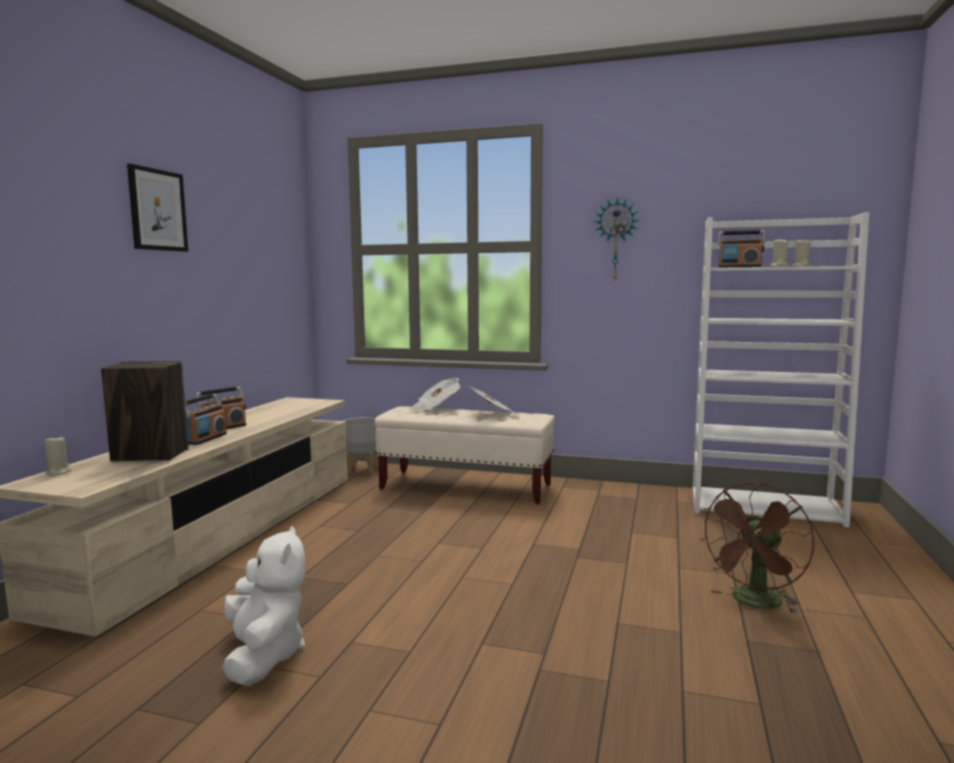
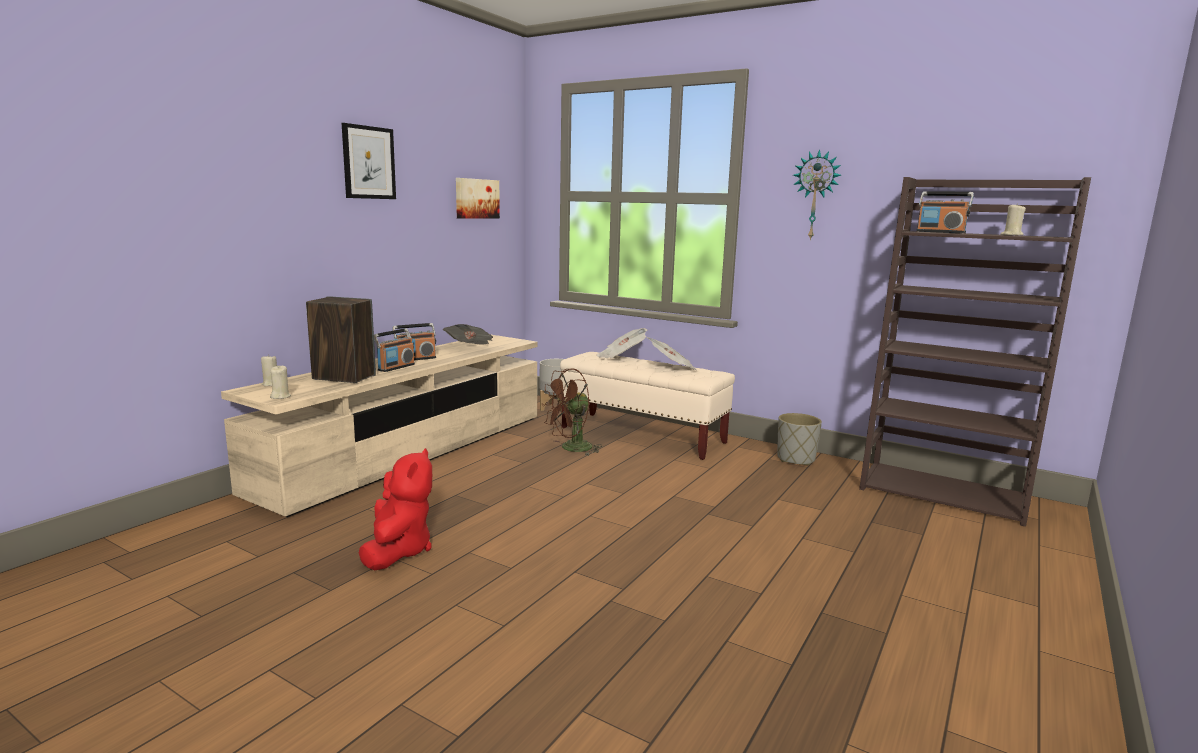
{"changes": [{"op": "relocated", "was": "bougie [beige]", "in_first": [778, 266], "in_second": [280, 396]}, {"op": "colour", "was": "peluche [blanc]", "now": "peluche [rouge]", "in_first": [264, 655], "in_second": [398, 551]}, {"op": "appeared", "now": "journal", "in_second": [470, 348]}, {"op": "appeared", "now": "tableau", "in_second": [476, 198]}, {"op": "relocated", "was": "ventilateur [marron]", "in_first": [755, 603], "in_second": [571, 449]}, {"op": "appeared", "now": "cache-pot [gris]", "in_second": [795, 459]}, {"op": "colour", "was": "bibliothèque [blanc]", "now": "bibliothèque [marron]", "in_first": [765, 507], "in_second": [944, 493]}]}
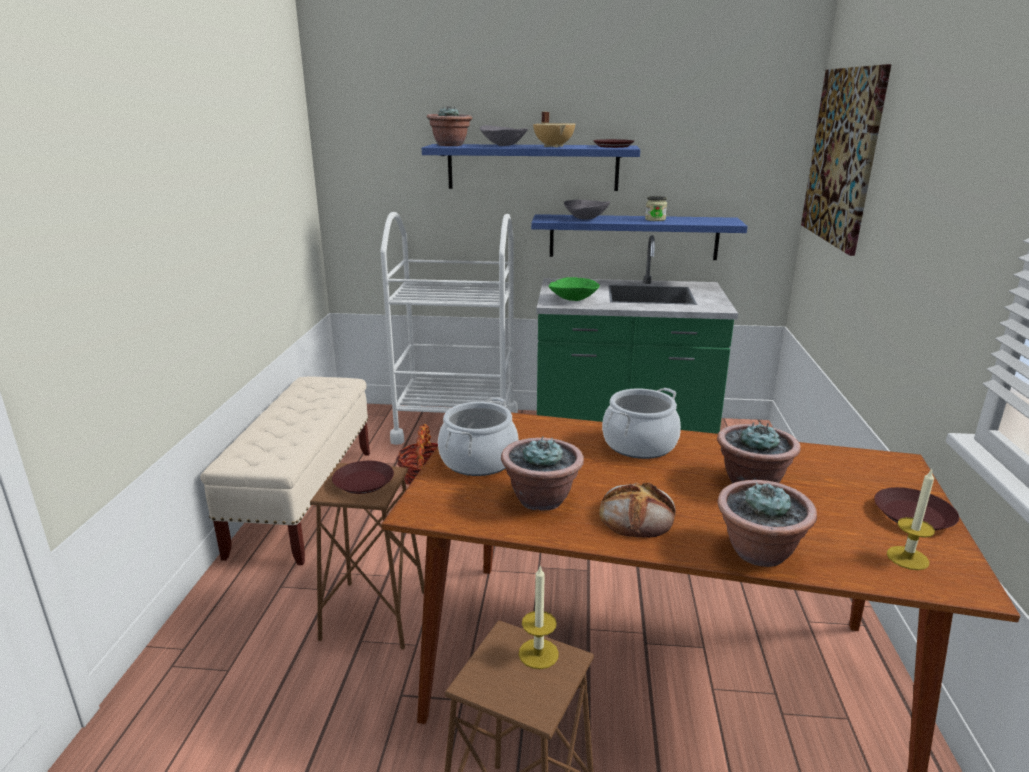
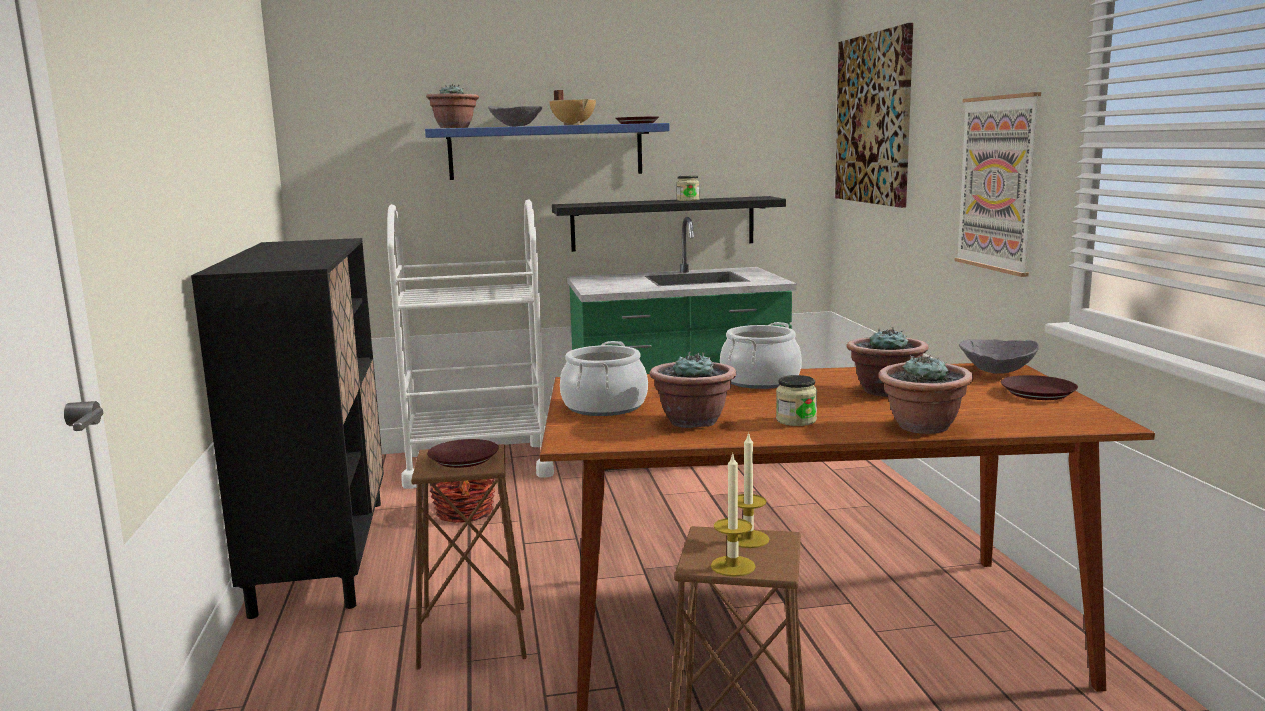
{"changes": [{"op": "exchanged", "was": "banc [beige]", "now": "meuble de rangement [noir]", "in_first": [305, 500], "in_second": [322, 553]}, {"op": "colour", "was": "étagère [bleu]", "now": "étagère [noir]", "in_first": [633, 237], "in_second": [663, 223]}, {"op": "relocated", "was": "bougie", "in_first": [907, 558], "in_second": [733, 566]}, {"op": "exchanged", "was": "pain", "now": "bocal", "in_first": [637, 516], "in_second": [796, 420]}, {"op": "appeared", "now": "tableau", "in_second": [997, 183]}, {"op": "relocated", "was": "bol [gris]", "in_first": [586, 219], "in_second": [998, 372]}, {"op": "missing", "was": "bol [vert]", "in_first": [573, 300]}]}
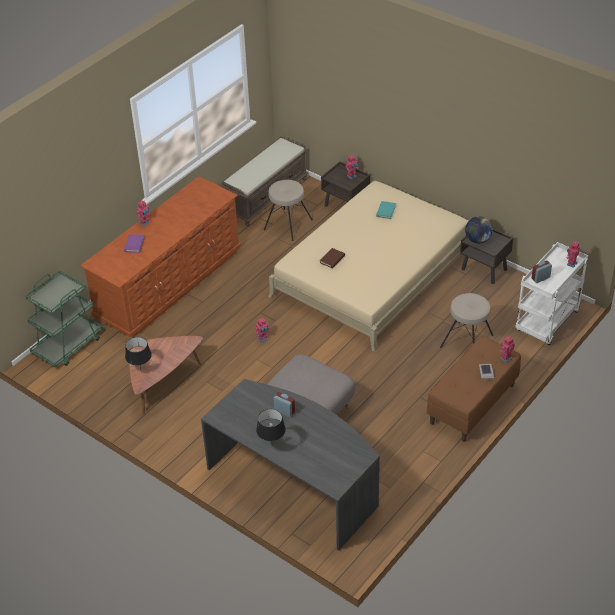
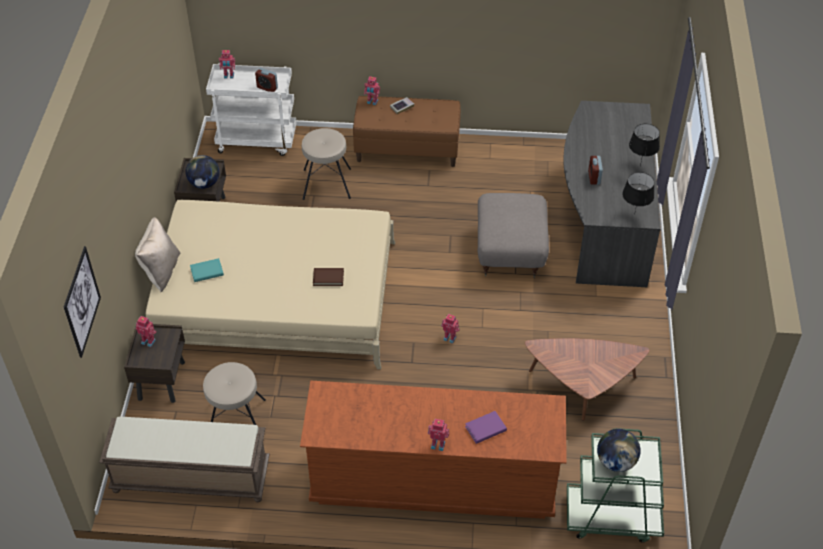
{"changes": [{"op": "appeared", "now": "tableau", "in_second": [82, 302]}, {"op": "appeared", "now": "coussin [beige]", "in_second": [161, 271]}, {"op": "appeared", "now": "globe", "in_second": [616, 461]}, {"op": "relocated", "was": "lampe de table [noir]", "in_first": [141, 372], "in_second": [634, 215]}]}
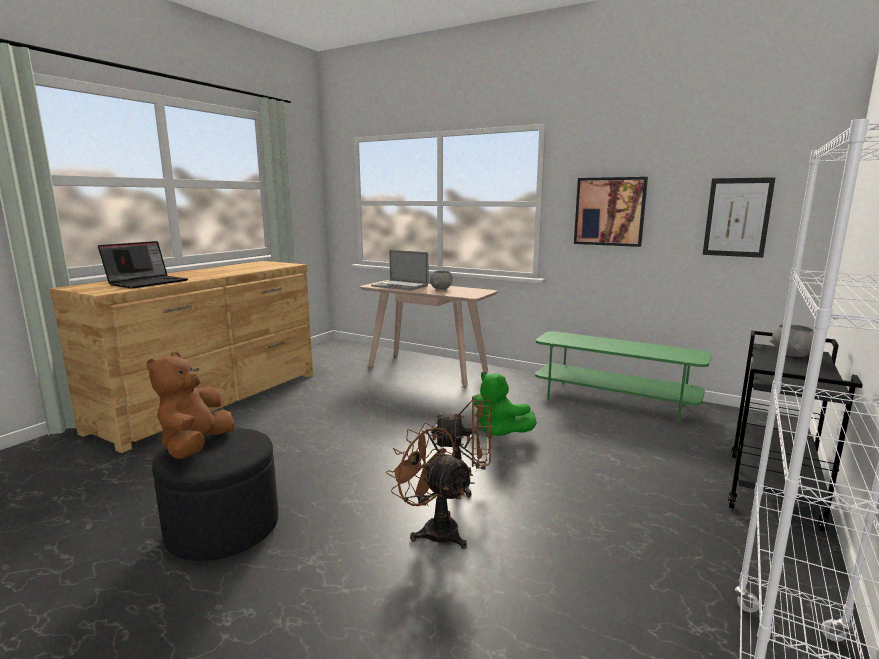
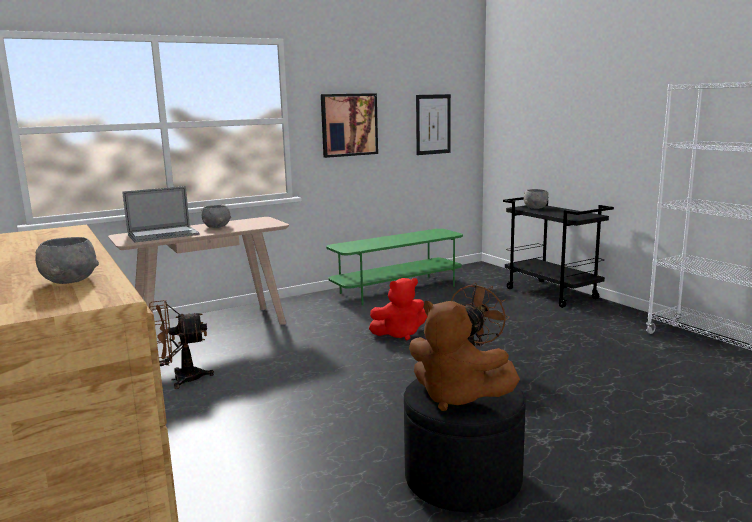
{"changes": [{"op": "exchanged", "was": "ordinateur portable", "now": "bol [gris]", "in_first": [148, 282], "in_second": [69, 280]}, {"op": "relocated", "was": "ventilateur [marron]", "in_first": [433, 529], "in_second": [180, 379]}, {"op": "colour", "was": "peluche [vert]", "now": "peluche [rouge]", "in_first": [499, 431], "in_second": [400, 334]}]}
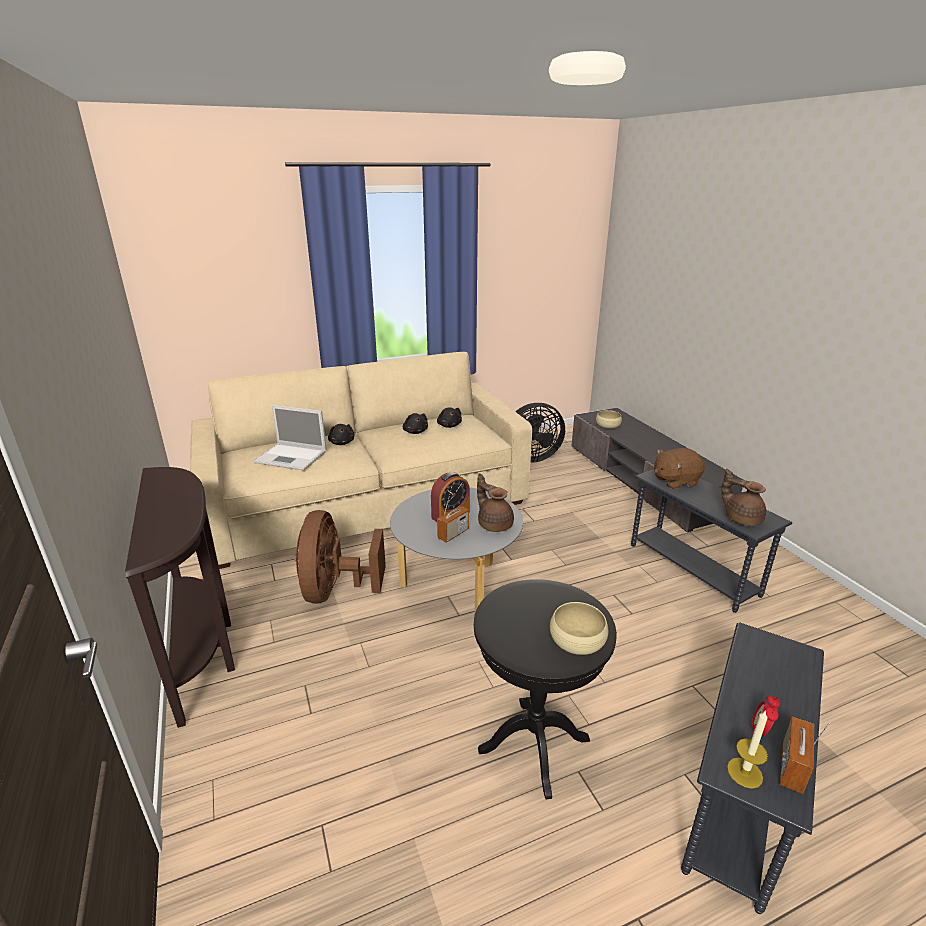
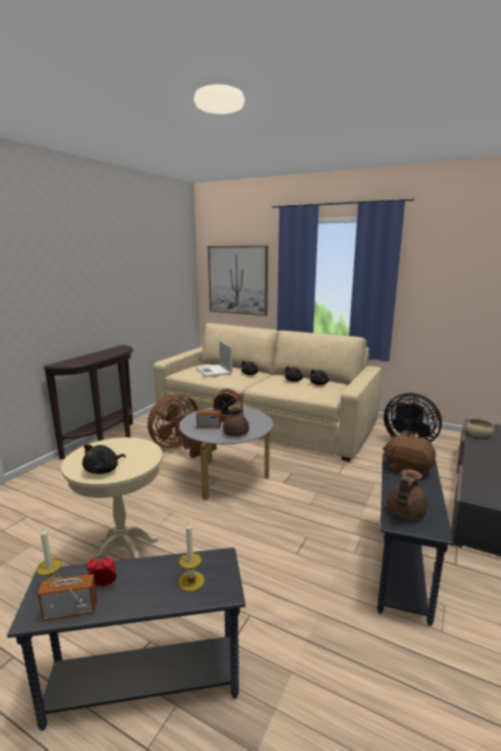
{"changes": [{"op": "colour", "was": "table d'appoint [noir]", "now": "table d'appoint [beige]", "in_first": [534, 745], "in_second": [123, 559]}, {"op": "exchanged", "was": "bol [beige]", "now": "peluche [noir]", "in_first": [577, 641], "in_second": [103, 470]}, {"op": "appeared", "now": "bougie", "in_second": [191, 581]}, {"op": "appeared", "now": "tableau", "in_second": [238, 280]}, {"op": "spun", "was": "théière [marron]", "in_first": [741, 518], "in_second": [404, 513], "clockwise": -150}]}
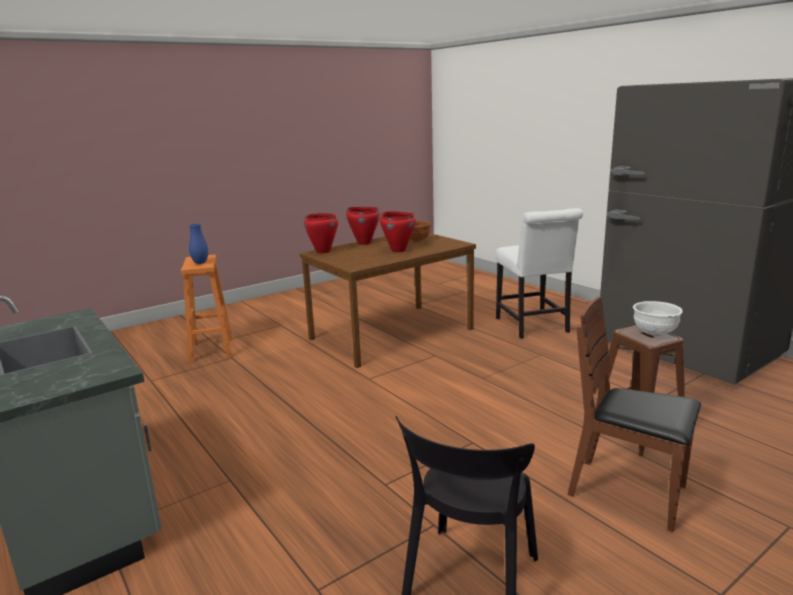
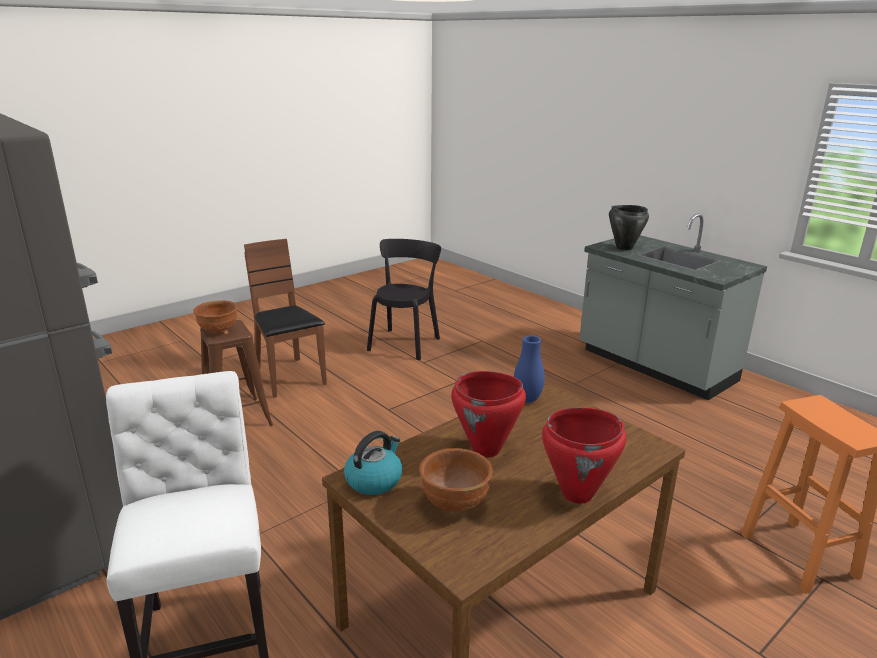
{"changes": [{"op": "colour", "was": "bol [blanc]", "now": "bol [marron]", "in_first": [654, 333], "in_second": [218, 331]}, {"op": "spun", "was": "chaise [marron]", "in_first": [628, 492], "in_second": [289, 377], "clockwise": -150}, {"op": "appeared", "now": "bouilloire", "in_second": [374, 480]}, {"op": "relocated", "was": "vase [bleu]", "in_first": [200, 263], "in_second": [527, 399]}, {"op": "appeared", "now": "marmite [noir]", "in_second": [624, 248]}, {"op": "missing", "was": "marmite [rouge]", "in_first": [323, 251]}]}
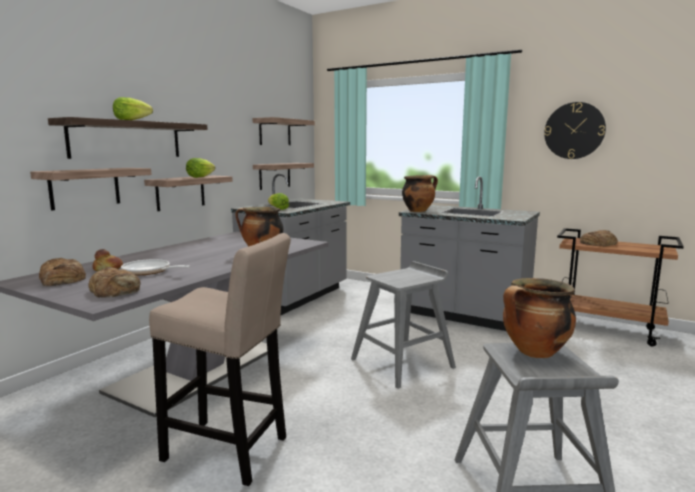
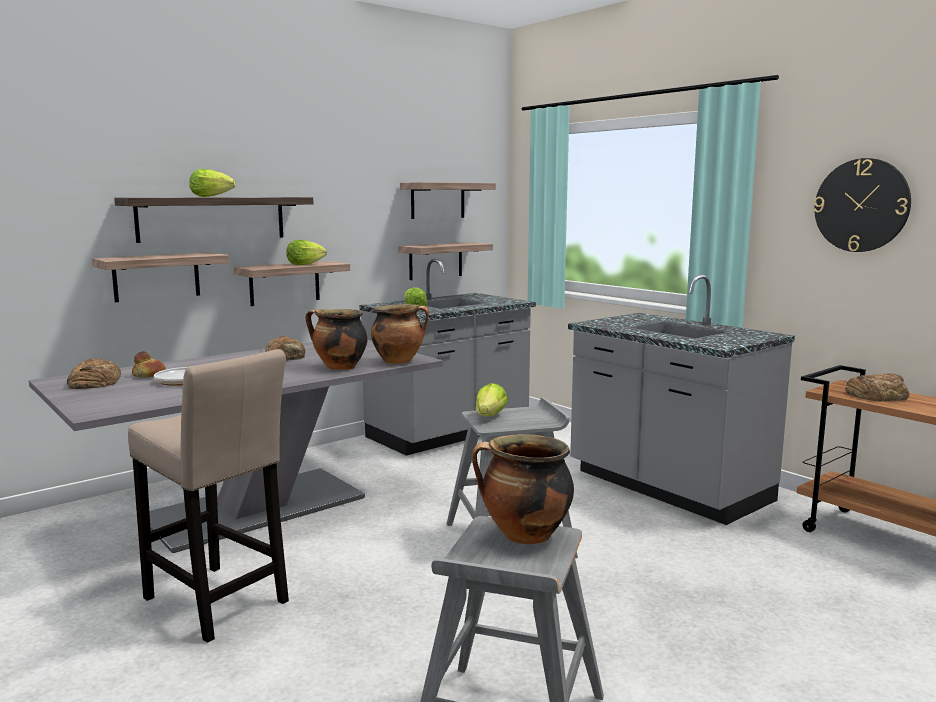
{"changes": [{"op": "relocated", "was": "pain", "in_first": [116, 290], "in_second": [286, 356]}, {"op": "relocated", "was": "marmite", "in_first": [418, 211], "in_second": [399, 361]}, {"op": "appeared", "now": "laitue", "in_second": [490, 416]}]}
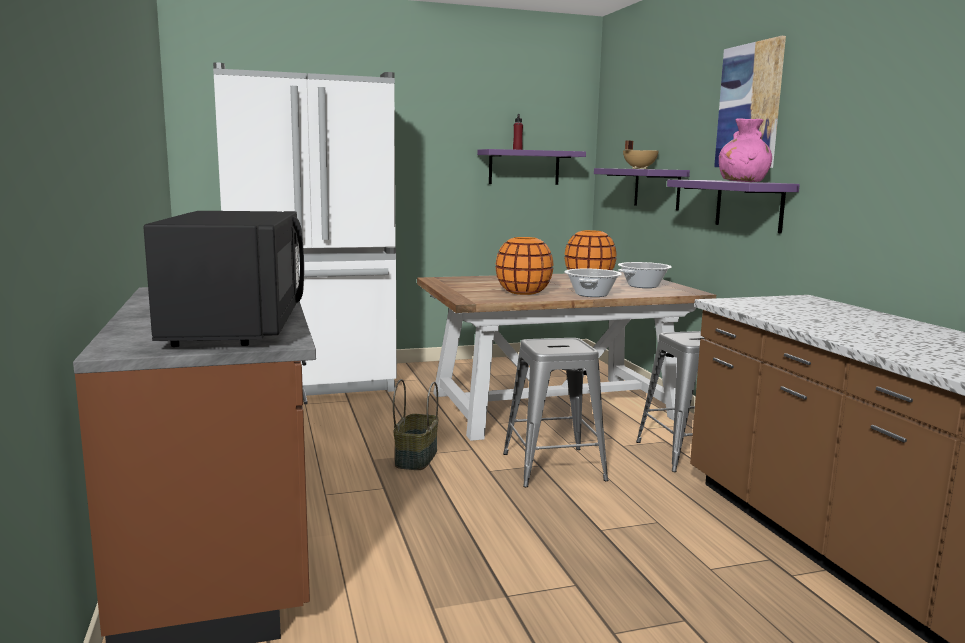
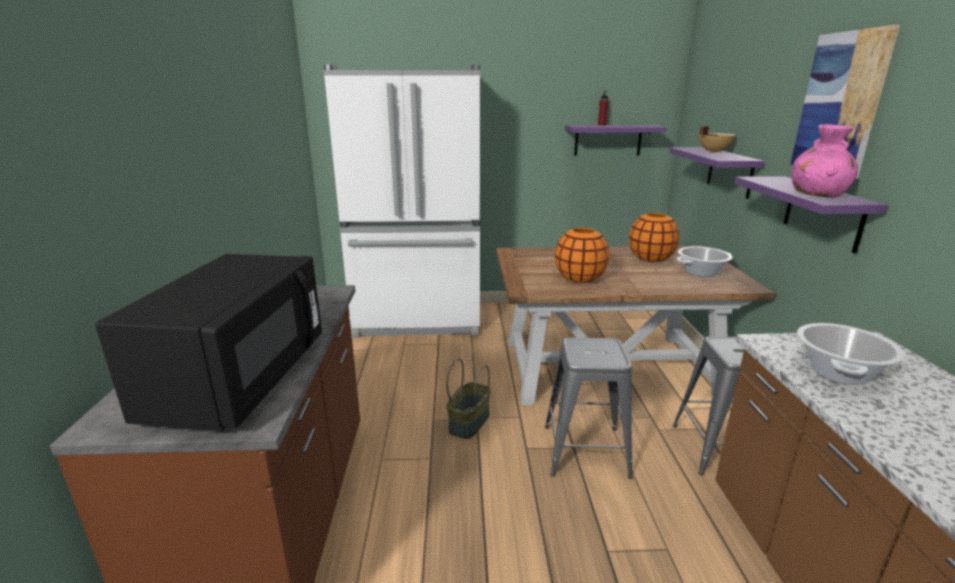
{"changes": [{"op": "relocated", "was": "marmite", "in_first": [592, 294], "in_second": [839, 372]}]}
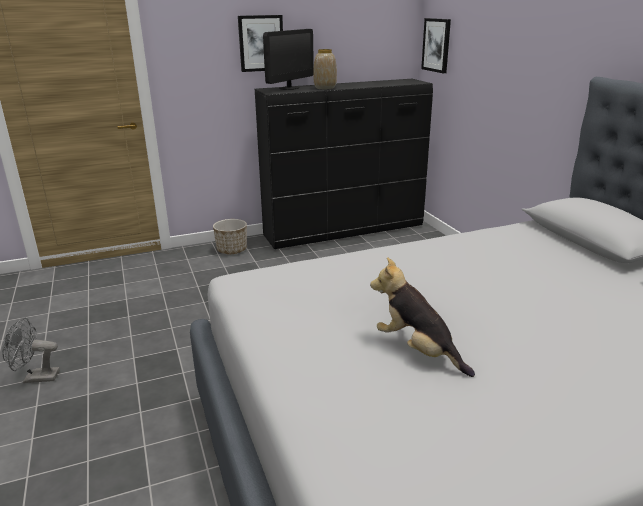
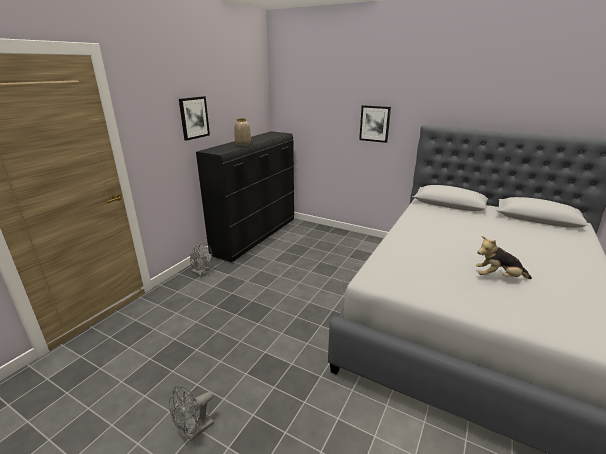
{"changes": [{"op": "exchanged", "was": "cache-pot", "now": "ventilateur [gris]", "in_first": [232, 250], "in_second": [202, 273]}, {"op": "relocated", "was": "tableau", "in_first": [436, 45], "in_second": [375, 123]}, {"op": "missing", "was": "écran d'ordinateur", "in_first": [289, 88]}]}
